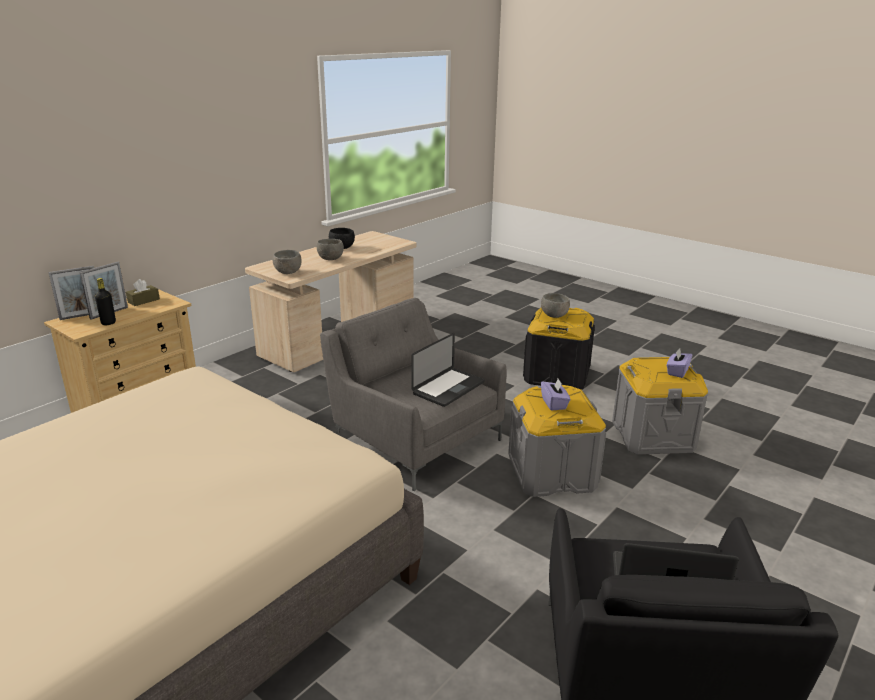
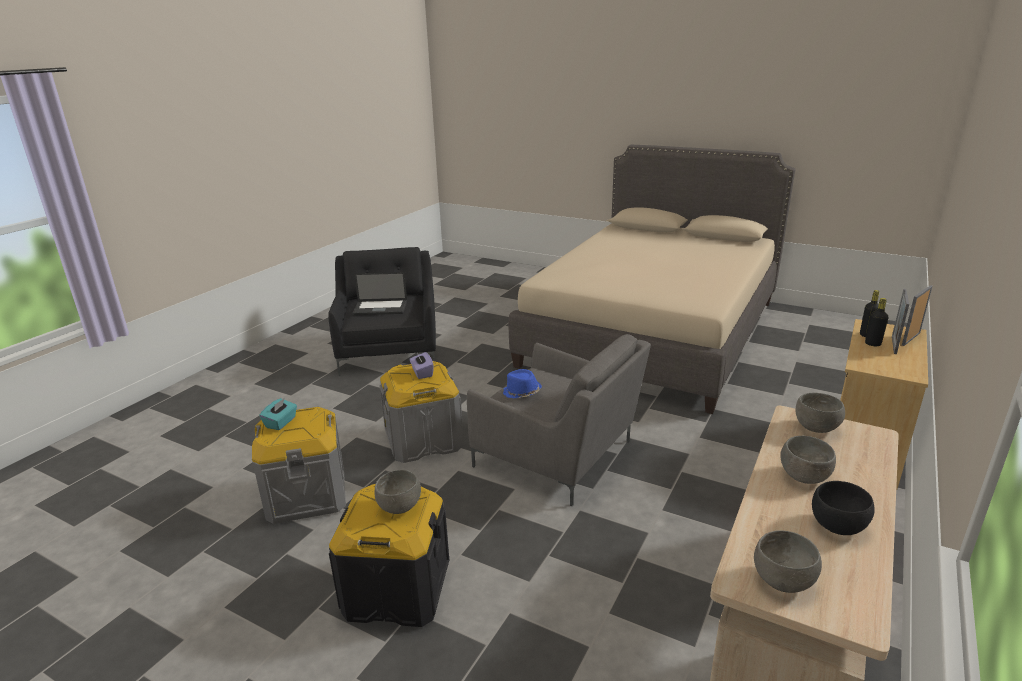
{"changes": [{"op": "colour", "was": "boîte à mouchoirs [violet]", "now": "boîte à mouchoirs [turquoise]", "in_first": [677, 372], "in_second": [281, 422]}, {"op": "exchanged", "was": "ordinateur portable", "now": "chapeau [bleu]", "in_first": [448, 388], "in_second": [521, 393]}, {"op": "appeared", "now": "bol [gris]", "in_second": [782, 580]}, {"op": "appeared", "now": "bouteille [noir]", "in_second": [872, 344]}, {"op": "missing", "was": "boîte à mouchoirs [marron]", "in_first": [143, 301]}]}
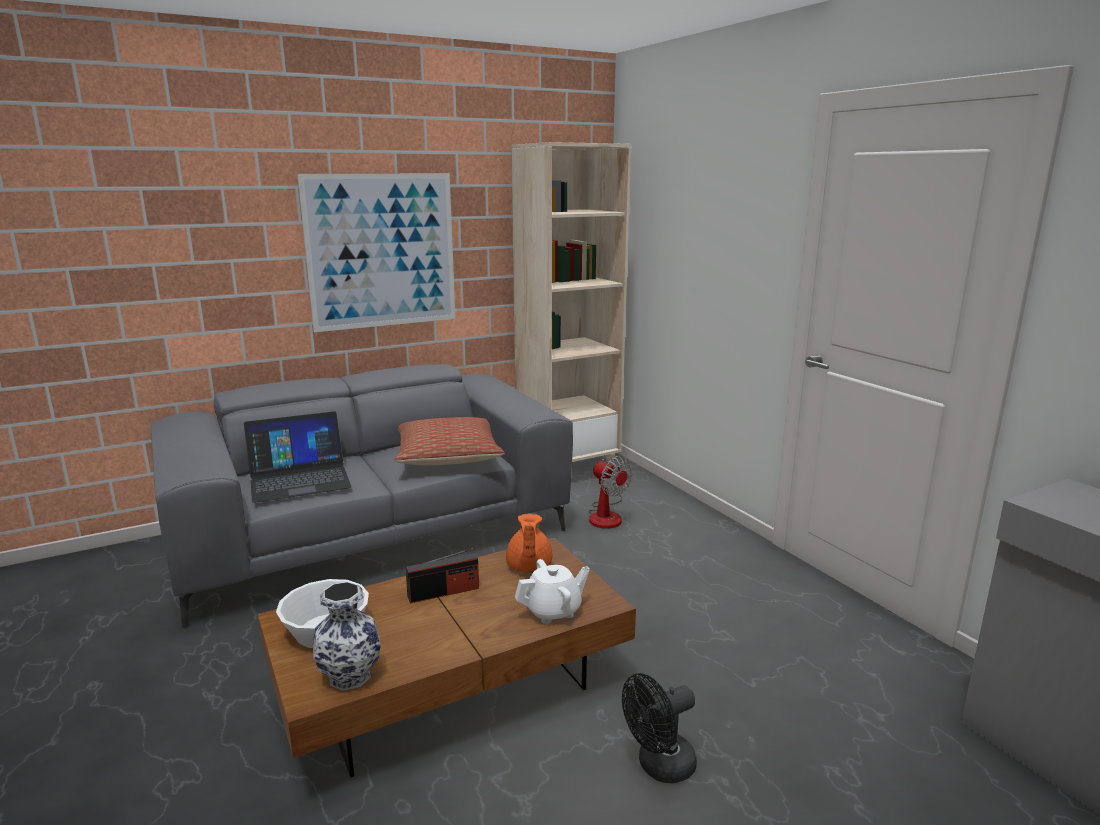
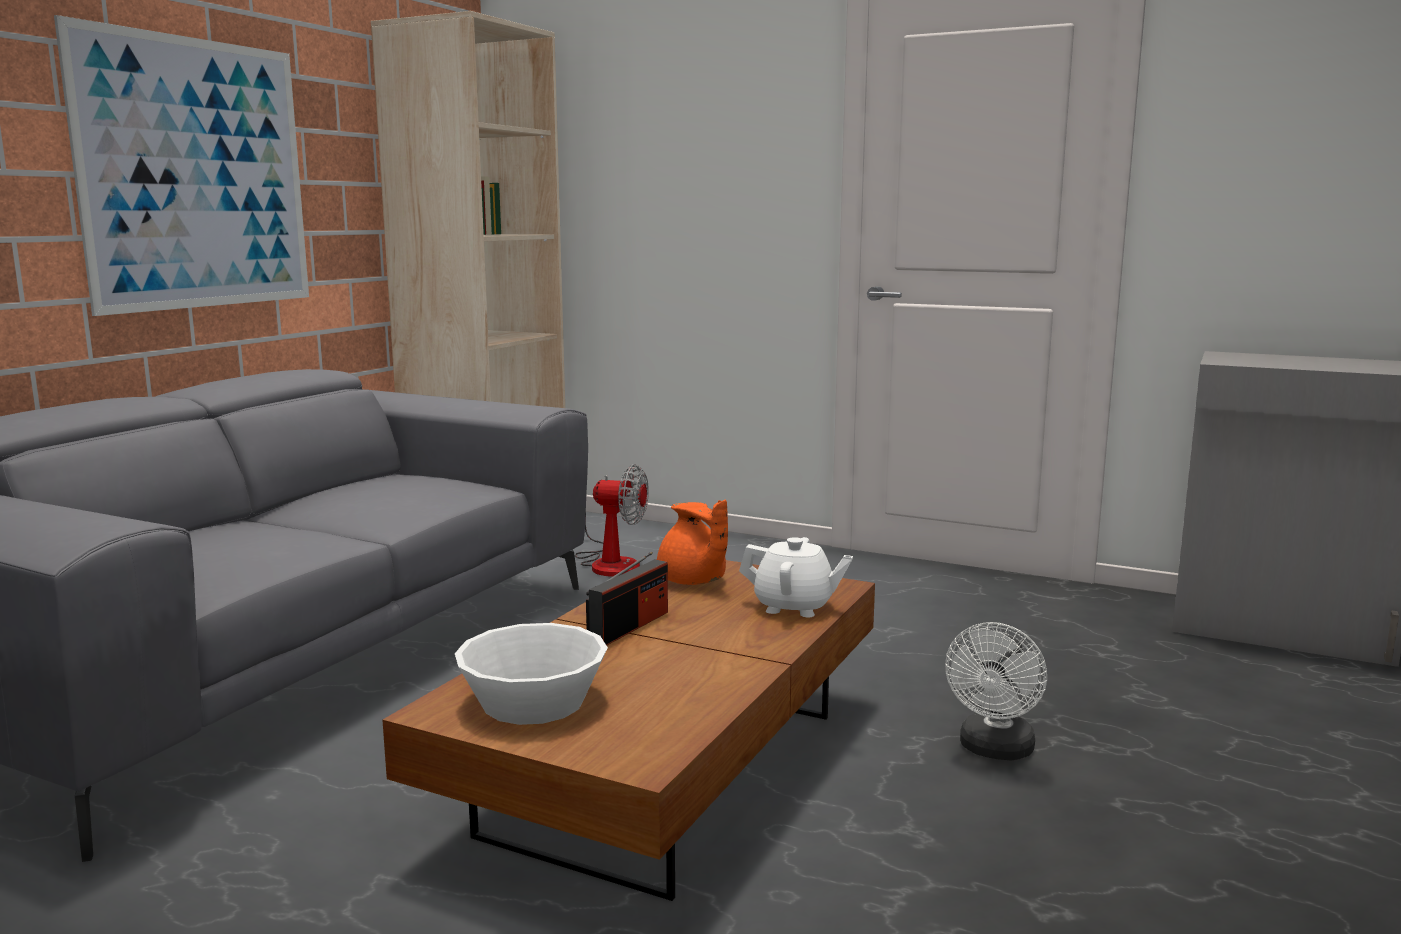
{"changes": [{"op": "spun", "was": "théière [blanc]", "in_first": [553, 611], "in_second": [794, 607], "clockwise": 75}, {"op": "colour", "was": "ventilateur [noir]", "now": "ventilateur [blanc]", "in_first": [659, 766], "in_second": [994, 750]}, {"op": "missing", "was": "ordinateur portable", "in_first": [299, 479]}, {"op": "missing", "was": "vase", "in_first": [349, 675]}, {"op": "missing", "was": "coussin", "in_first": [448, 456]}]}
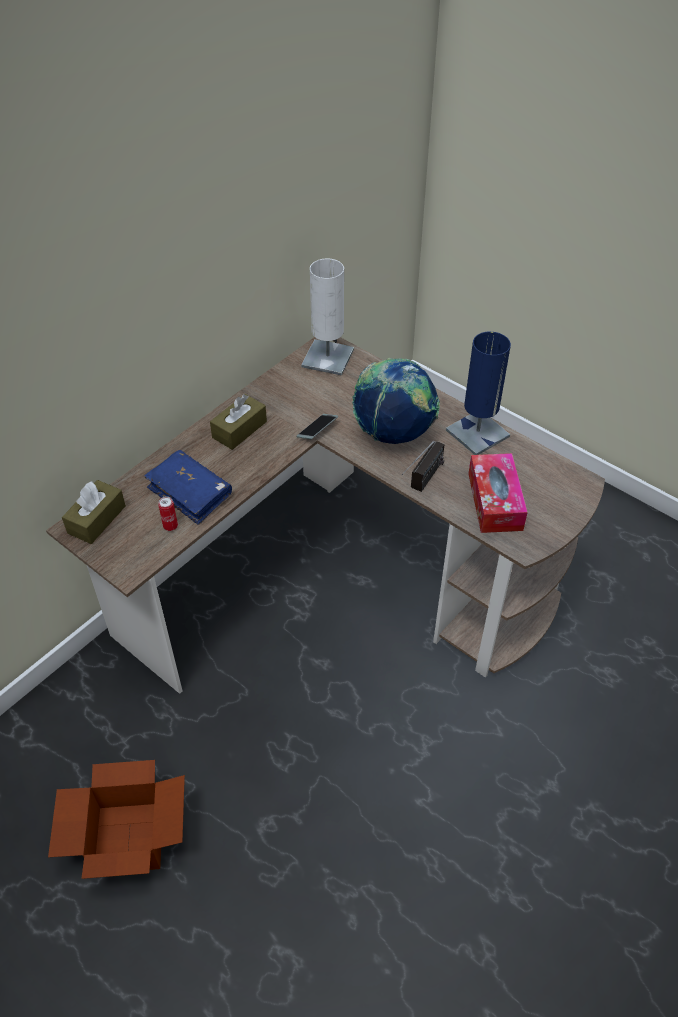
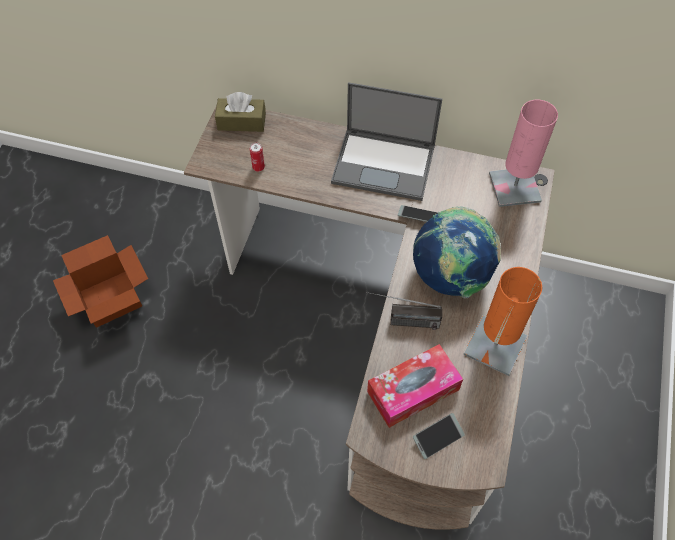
{"changes": [{"op": "exchanged", "was": "boîte à mouchoirs [marron]", "now": "ordinateur portable", "in_first": [239, 429], "in_second": [385, 164]}, {"op": "appeared", "now": "téléphone", "in_second": [438, 437]}, {"op": "colour", "was": "lampe de table [bleu]", "now": "lampe de table [orange]", "in_first": [477, 433], "in_second": [495, 345]}, {"op": "colour", "was": "lampe de table [blanc]", "now": "lampe de table [rose]", "in_first": [328, 358], "in_second": [514, 187]}, {"op": "missing", "was": "livre [bleu]", "in_first": [190, 493]}]}
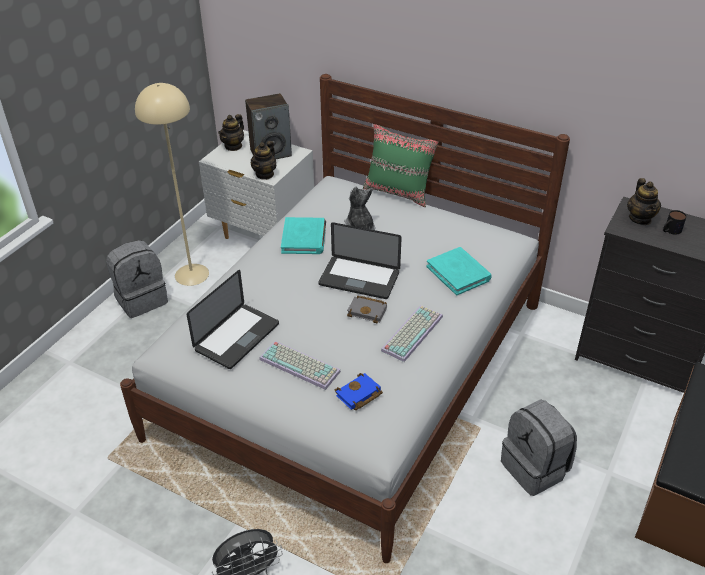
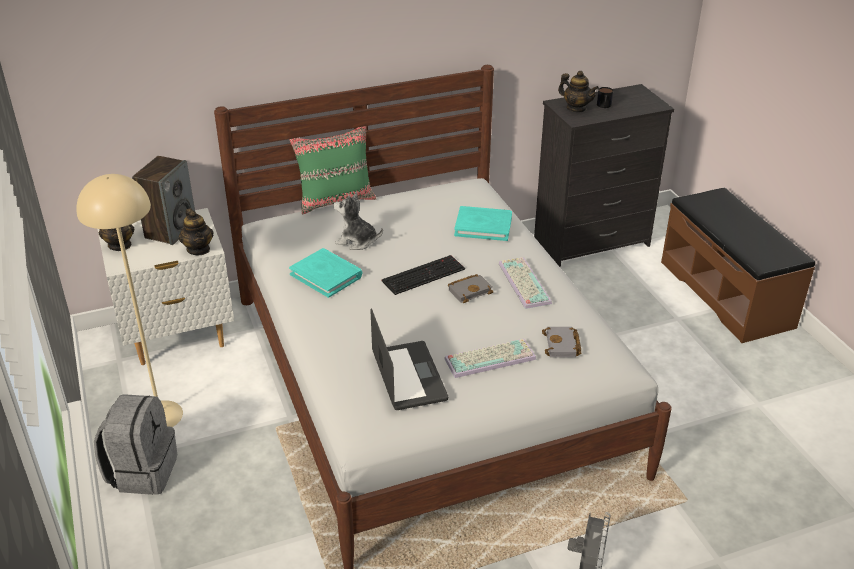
{"changes": [{"op": "exchanged", "was": "ordinateur portable", "now": "clavier", "in_first": [359, 279], "in_second": [423, 274]}, {"op": "colour", "was": "livre [bleu]", "now": "livre [gris]", "in_first": [358, 395], "in_second": [562, 346]}, {"op": "missing", "was": "sac à dos [gris]", "in_first": [535, 468]}]}
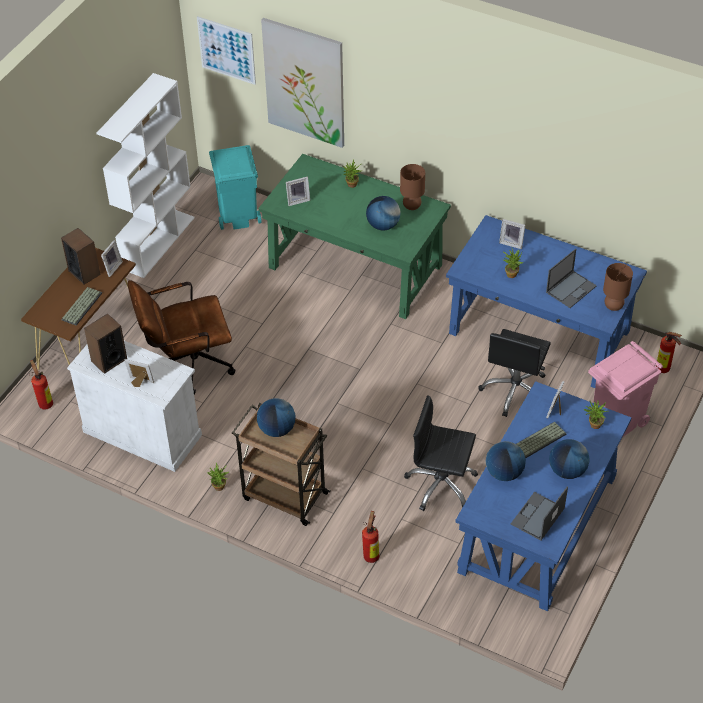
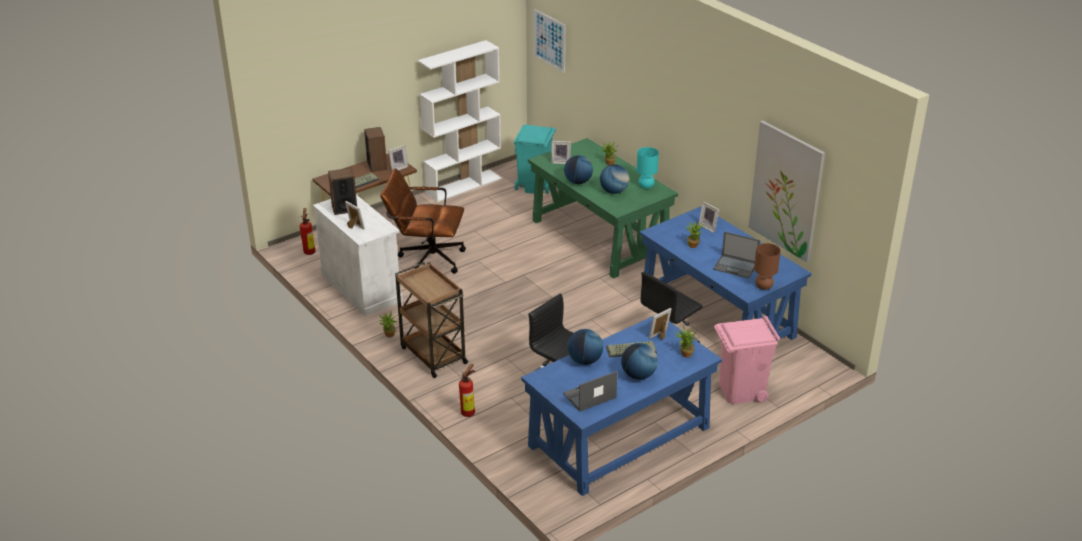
{"changes": [{"op": "relocated", "was": "globe", "in_first": [277, 429], "in_second": [578, 182]}, {"op": "colour", "was": "lampe de table [marron]", "now": "lampe de table [turquoise]", "in_first": [412, 206], "in_second": [646, 186]}, {"op": "spun", "was": "ordinateur portable", "in_first": [571, 289], "in_second": [736, 267], "clockwise": 45}, {"op": "relocated", "was": "tableau", "in_first": [304, 83], "in_second": [786, 191]}, {"op": "missing", "was": "extincteur", "in_first": [664, 370]}]}
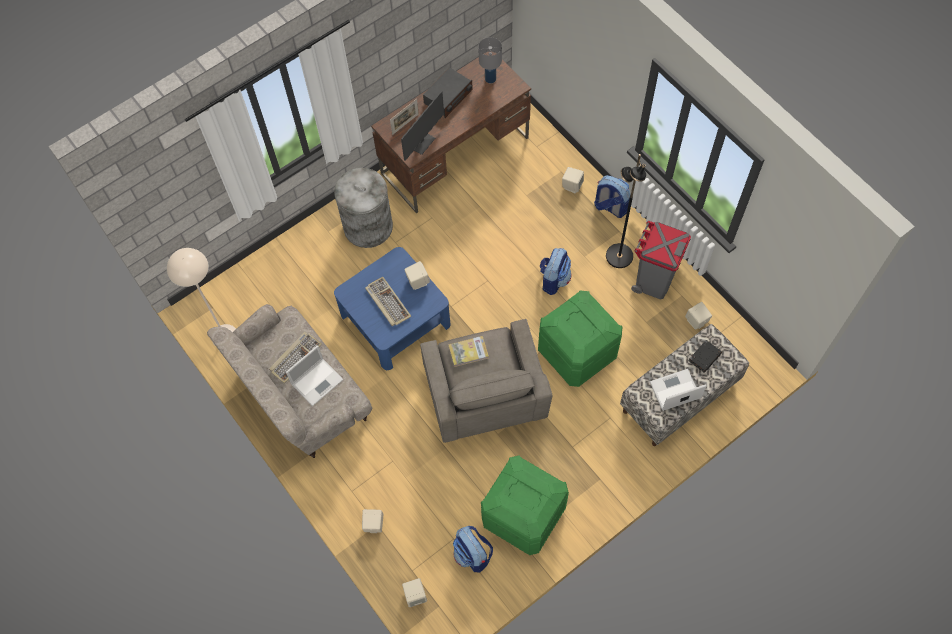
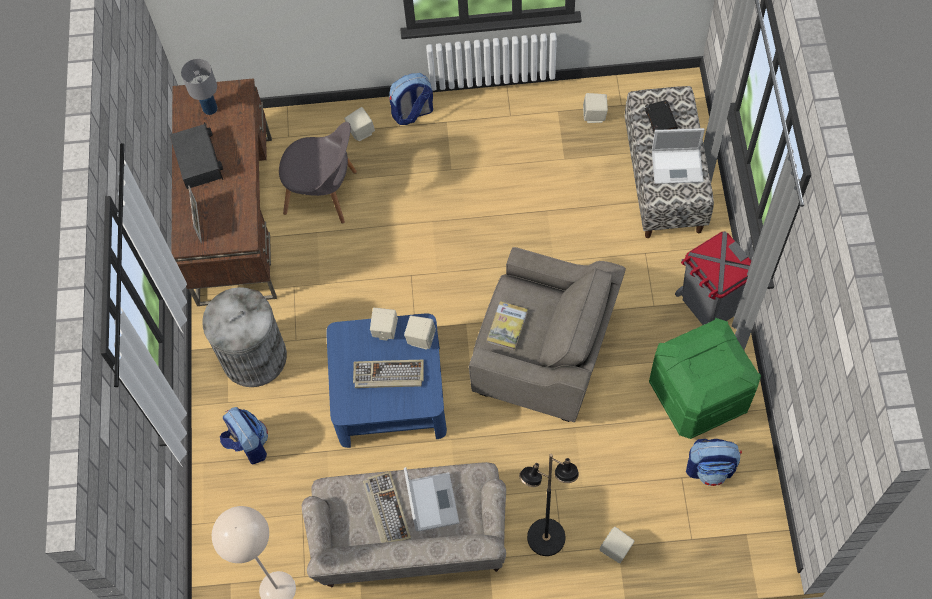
{"changes": [{"op": "relocated", "was": "sac à dos", "in_first": [553, 279], "in_second": [248, 444]}, {"op": "appeared", "now": "chaise [gris]", "in_second": [324, 193]}, {"op": "relocated", "was": "enceinte [beige]", "in_first": [415, 595], "in_second": [421, 338]}, {"op": "relocated", "was": "lampadaire [noir]", "in_first": [618, 256], "in_second": [546, 538]}, {"op": "spun", "was": "ordinateur portable", "in_first": [674, 390], "in_second": [678, 166], "clockwise": -105}, {"op": "relocated", "was": "poubelle [gris]", "in_first": [654, 280], "in_second": [708, 306]}, {"op": "missing", "was": "écran d'ordinateur", "in_first": [421, 142]}, {"op": "missing", "was": "boîte de rangement [vert]", "in_first": [576, 352]}]}
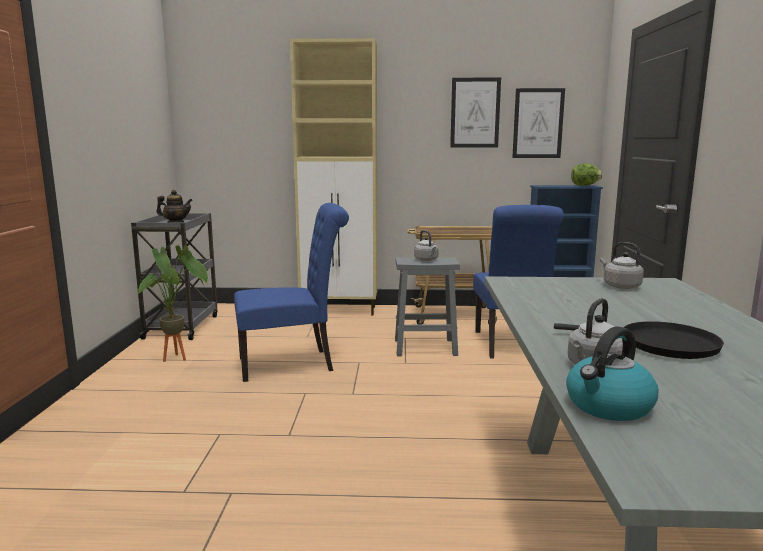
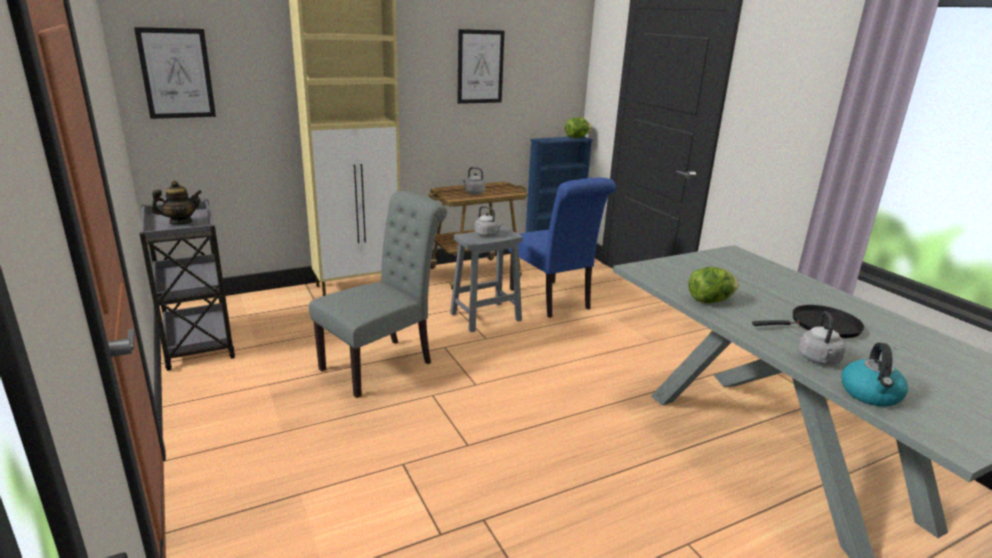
{"changes": [{"op": "relocated", "was": "tableau", "in_first": [538, 123], "in_second": [176, 73]}, {"op": "colour", "was": "chaise [bleu]", "now": "chaise [gris]", "in_first": [292, 364], "in_second": [383, 364]}, {"op": "relocated", "was": "bouilloire [gris]", "in_first": [620, 286], "in_second": [473, 192]}, {"op": "appeared", "now": "laitue", "in_second": [709, 301]}, {"op": "missing", "was": "plante en pot", "in_first": [181, 357]}]}
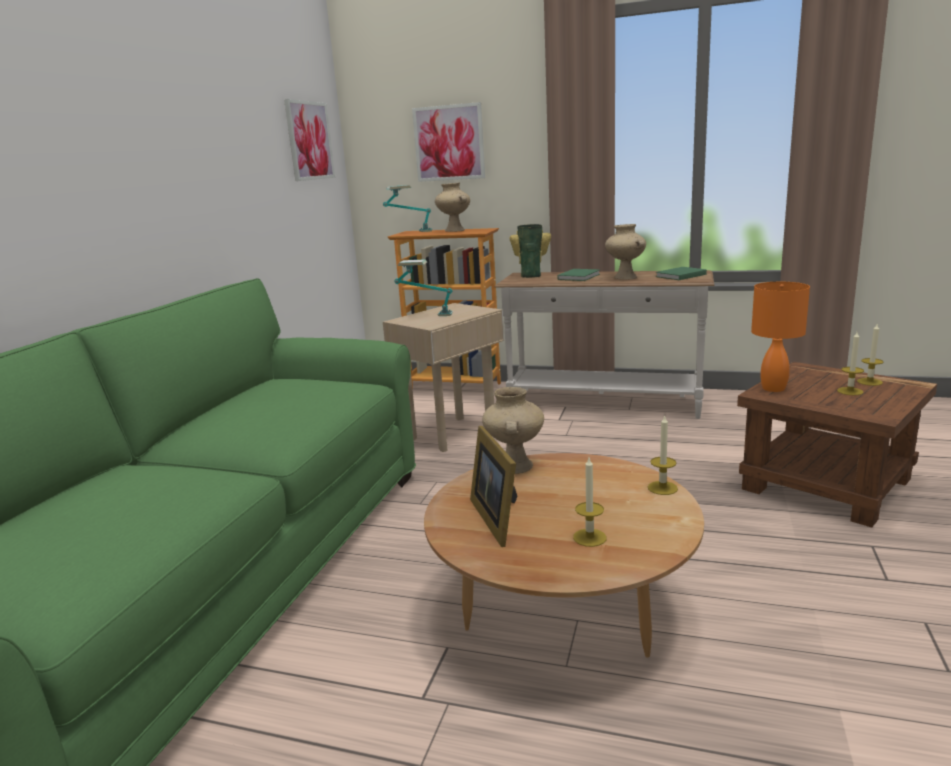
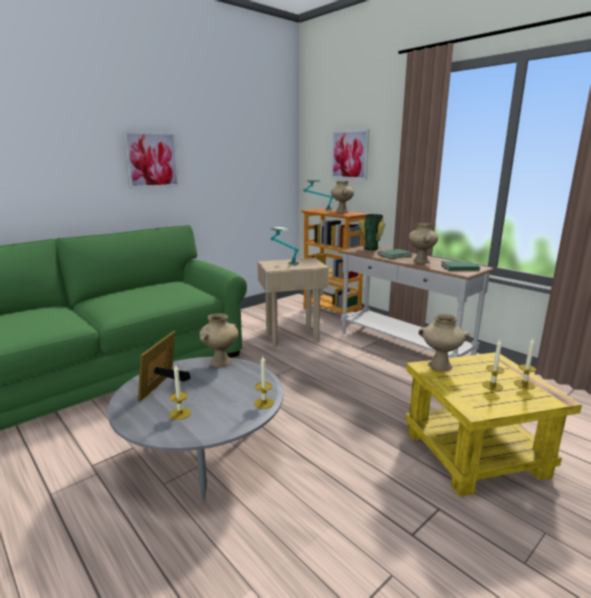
{"changes": [{"op": "colour", "was": "table basse [marron]", "now": "table basse [gris]", "in_first": [562, 610], "in_second": [203, 455]}, {"op": "relocated", "was": "tableau", "in_first": [309, 141], "in_second": [152, 160]}, {"op": "colour", "was": "table d'appoint [marron]", "now": "table d'appoint [jaune]", "in_first": [828, 484], "in_second": [476, 454]}, {"op": "exchanged", "was": "lampe de table [orange]", "now": "vase [beige]", "in_first": [773, 388], "in_second": [439, 366]}]}
